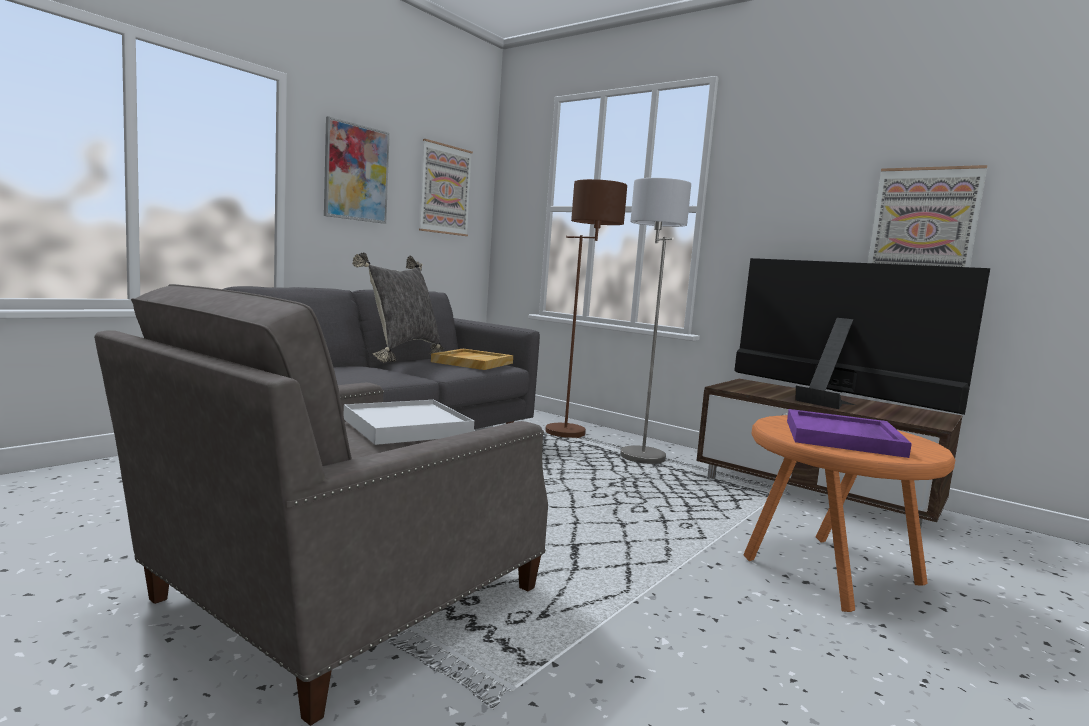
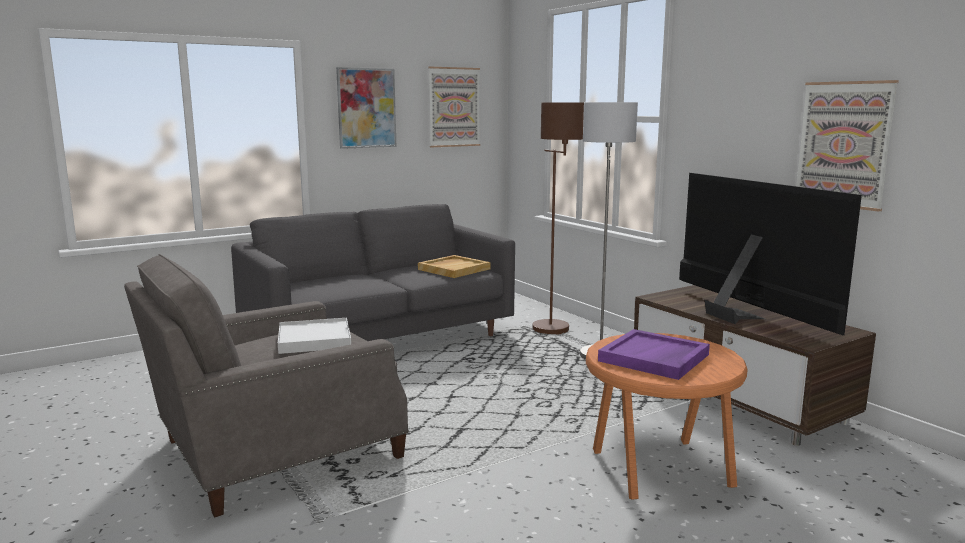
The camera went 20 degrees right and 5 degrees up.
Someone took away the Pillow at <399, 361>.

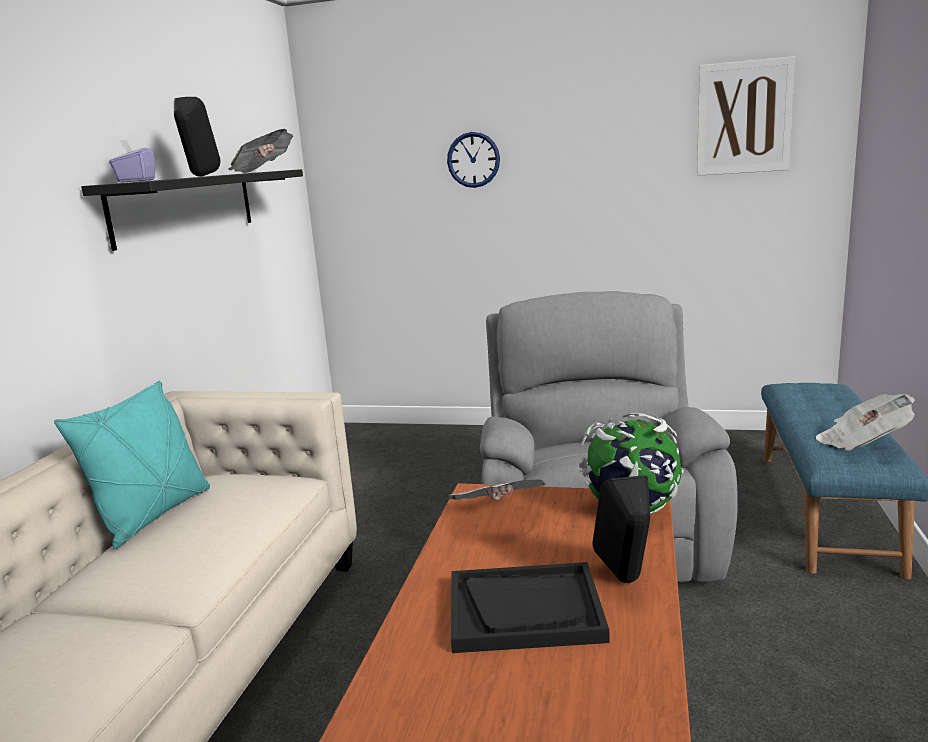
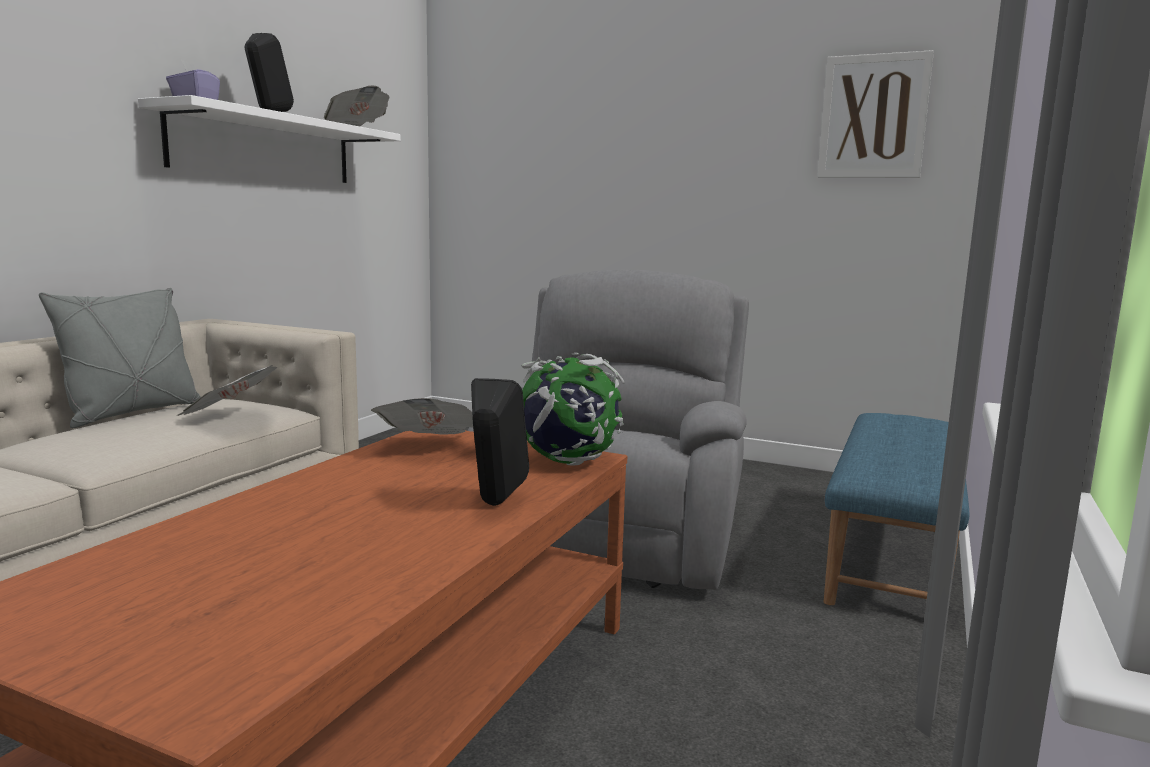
The camera went 10 degrees right and 5 degrees down.
Someone took away the WallClock at <473, 160>.
Someone took away the BlackTray at <525, 610>.
Someone carried the Newspaper from <862, 442> to <229, 416>.
Someone repainted the TurquoisePillow at <154, 515>, which became the GreyPillow at <132, 413>.
Someone repainted the BlackShelf at <186, 206>, which became the WhiteShelf at <265, 148>.

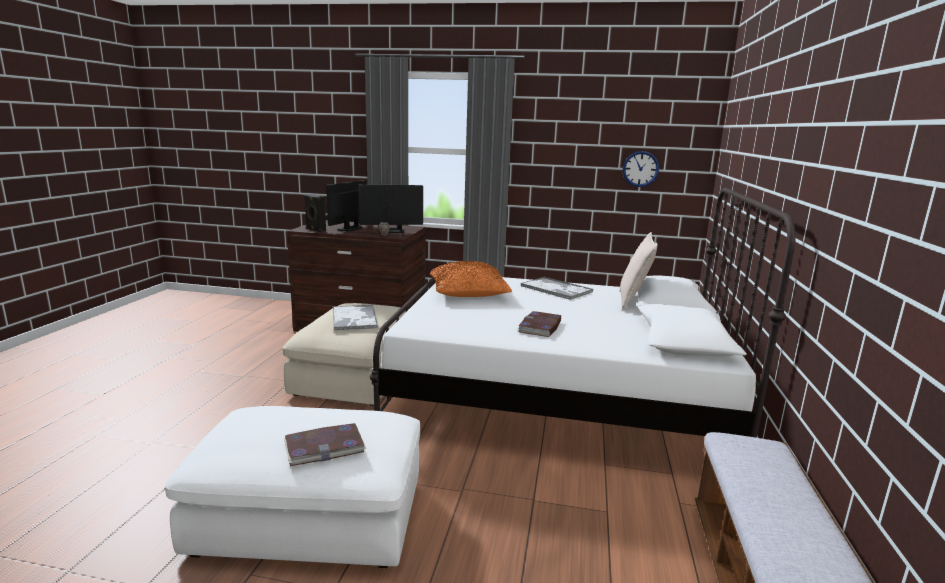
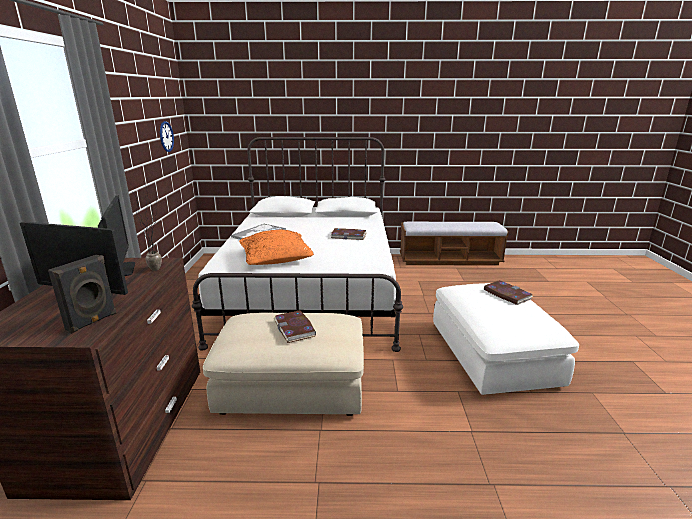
The camera went 100 degrees left and 5 degrees up.
Someone took away the BeigePillow at <633, 301>.
Someone swapped the Tray at <354, 318> for the Book at <295, 328>.

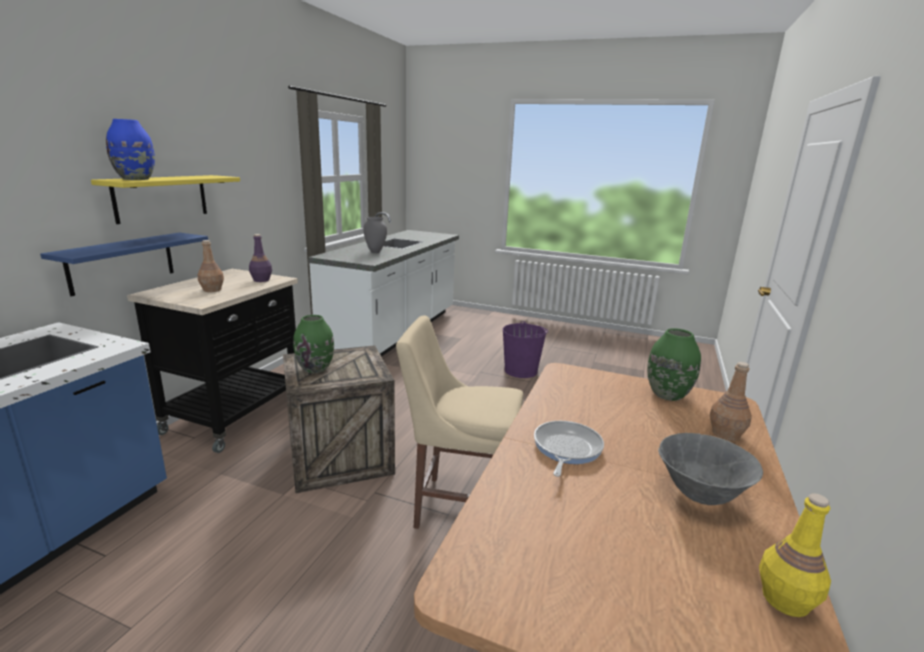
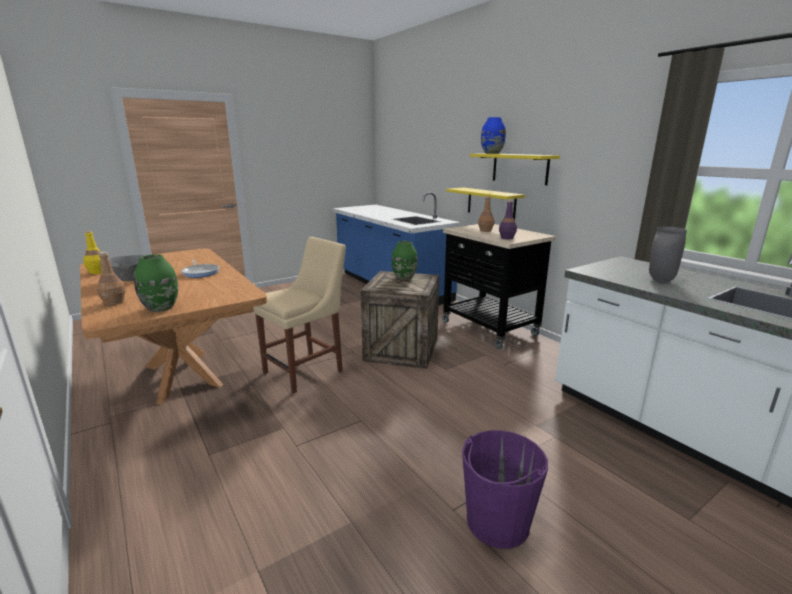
The camera went 125 degrees right and 0 degrees up.
Someone repainted the BlueShelf at <122, 262>, which became the YellowShelf at <491, 203>.

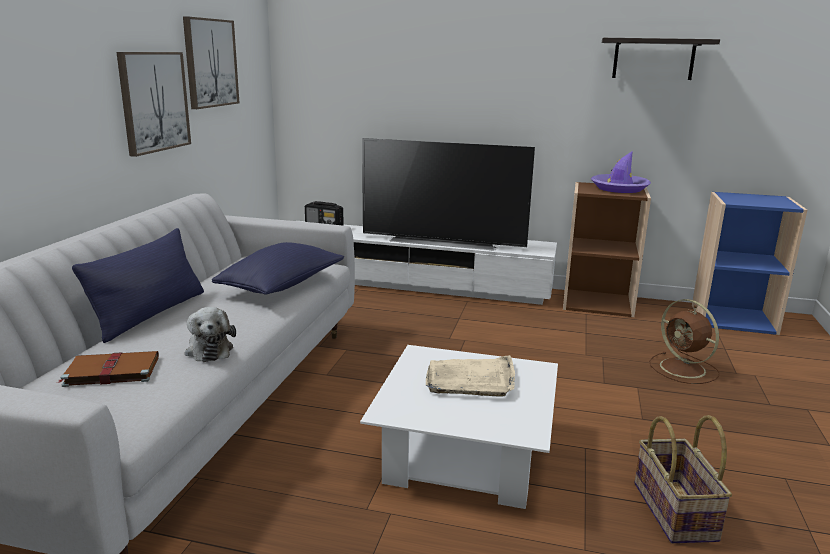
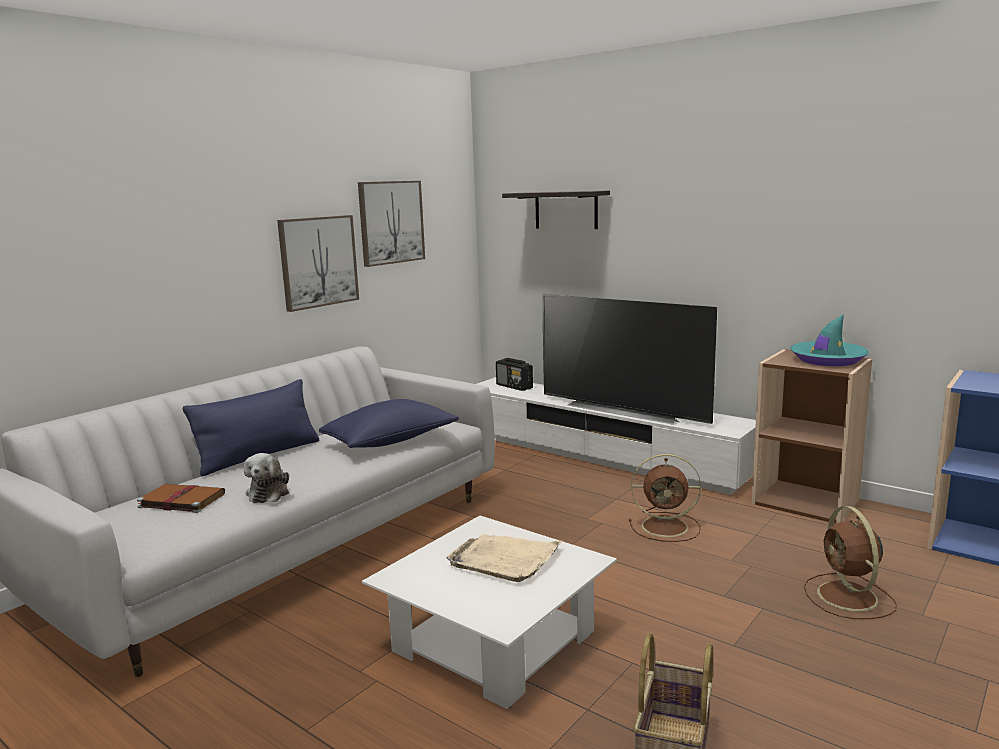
The camera went 25 degrees right and 5 degrees down.
Someone put down the BrownFan at <667, 527>.
Someone carried the Shelf from <653, 59> to <566, 210>.
Someone repainted the PurpleHat at <619, 188>, which became the TurquoiseHat at <827, 360>.

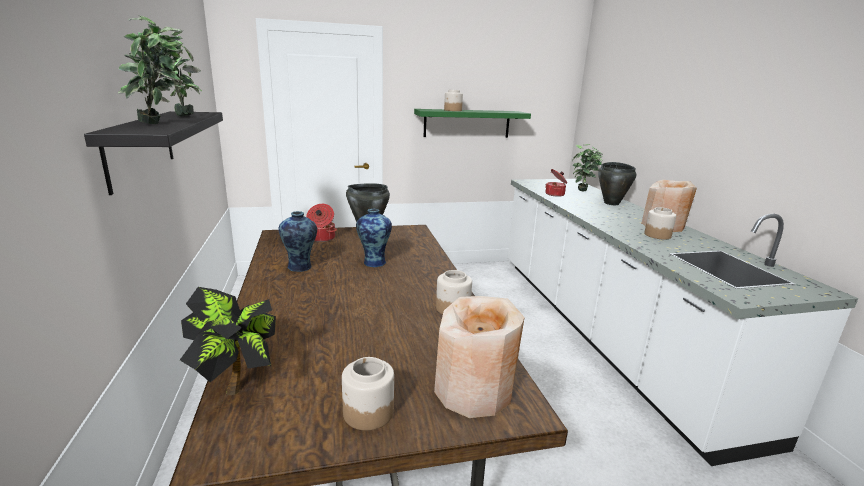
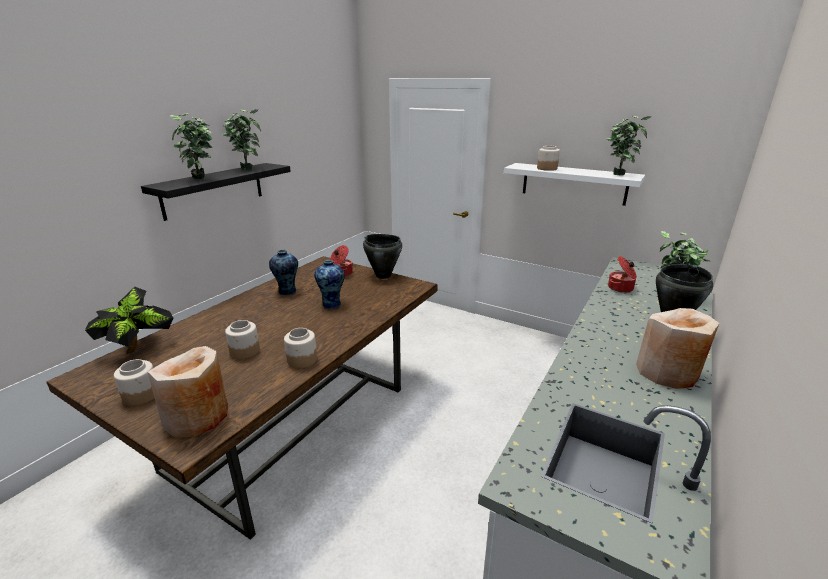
The camera went 45 degrees right and 5 degrees up.
Someone put down the PottedPlant at <619, 174>.
Someone carried the Jar from <657, 235> to <245, 351>.
Someone repainted the GreenShelf at <467, 123>, which became the WhiteShelf at <573, 183>.

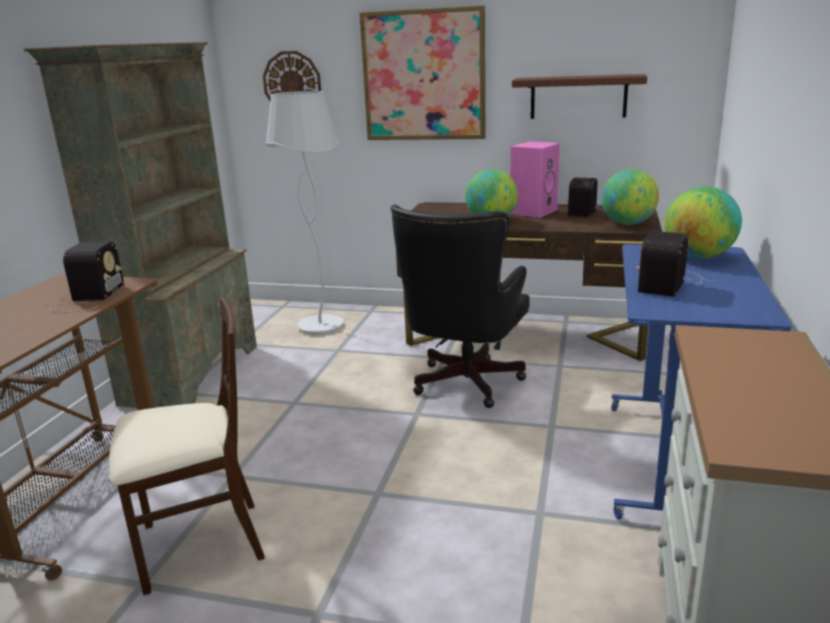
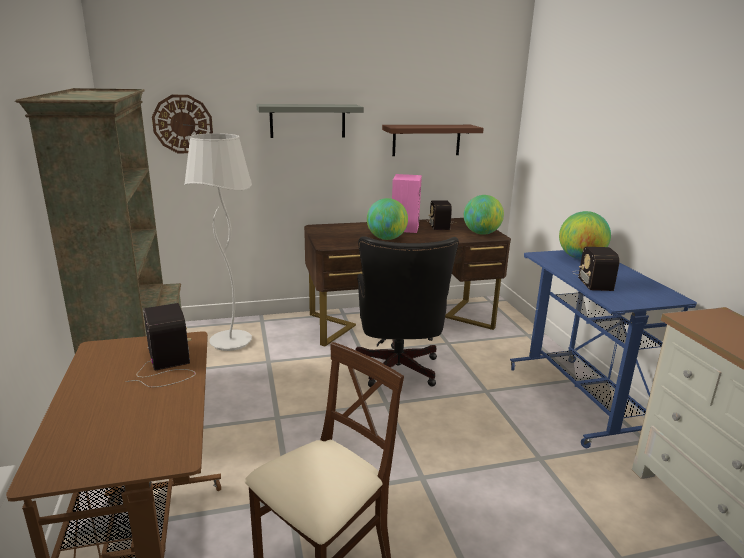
The camera went 30 degrees left and 0 degrees up.
Someone swapped the Picture at <423, 75> for the GreyShelf at <307, 121>.

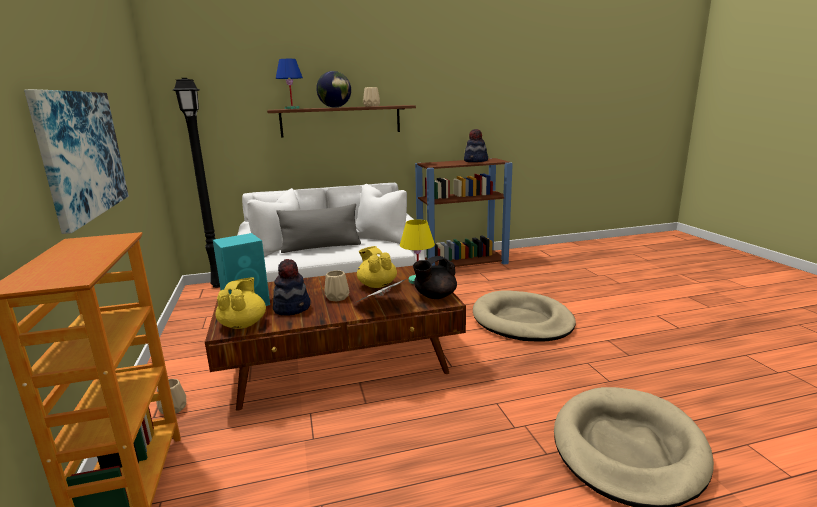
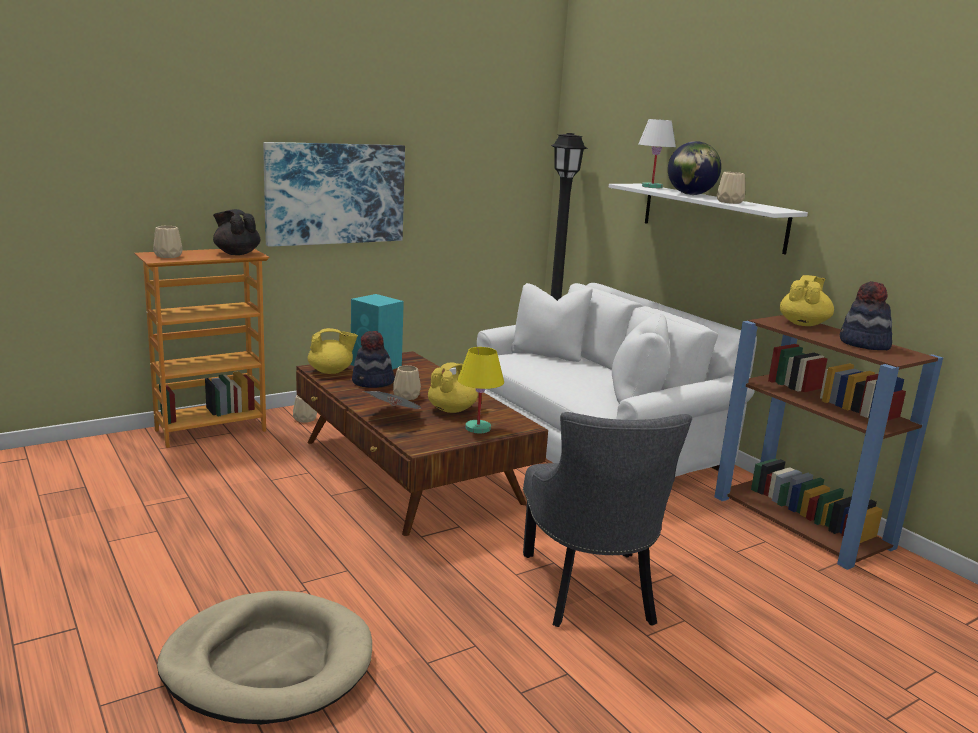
The camera went 70 degrees right and 0 degrees up.
Someone took away the GreyPillow at <321, 247>.
Someone put down the BeigeVase at <169, 256>.
Someone put down the YellowTeapot at <803, 324>.
Someone carried the BlackTeapot from <434, 296> to <236, 253>.
Someone swapped the BeigeDogBed at <522, 320> for the GreyArmchair at <588, 586>.
Someone repainted the BrownShelf at <341, 121>, which became the WhiteShelf at <712, 217>.
Someone repainted the BlueTableLamp at <292, 108>, which became the WhiteTableLamp at <651, 187>.

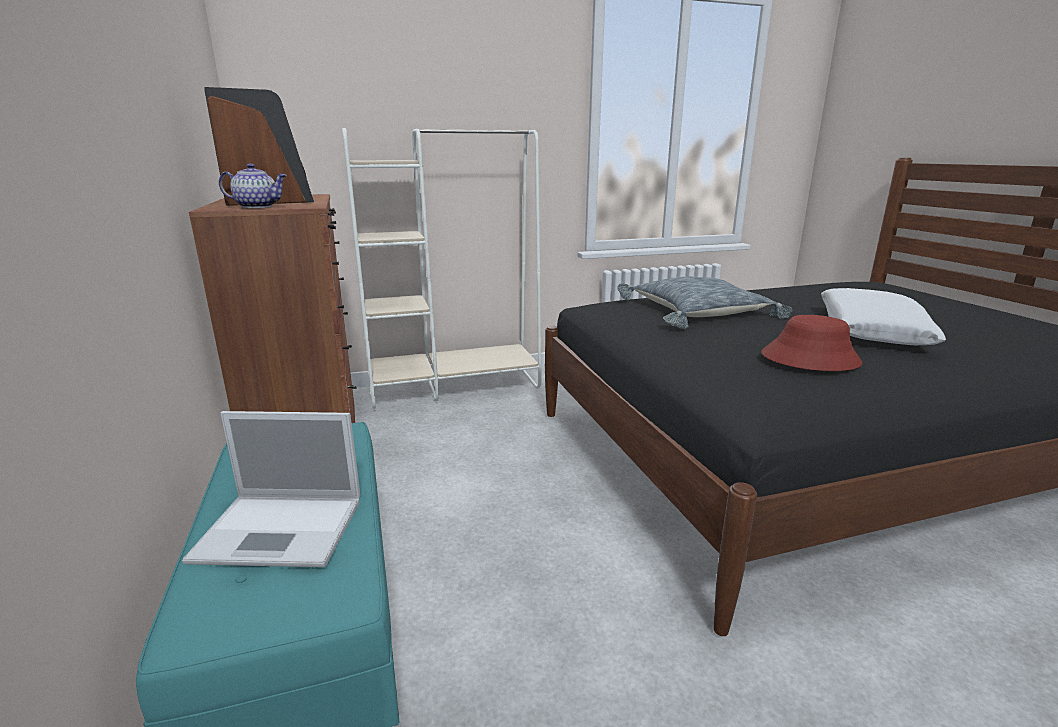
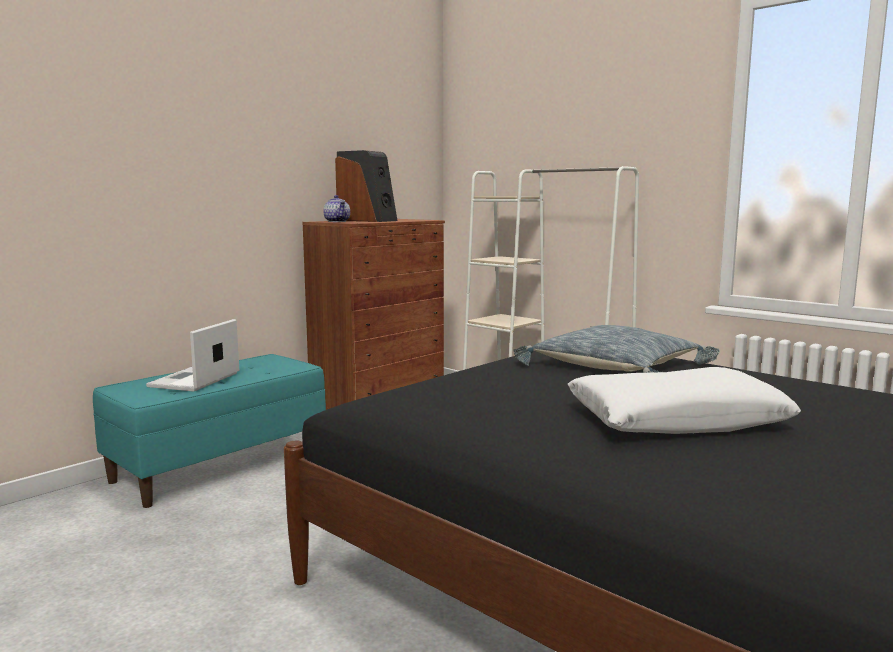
The camera went 60 degrees right and 10 degrees down.
Someone took away the RedHat at <810, 359>.
Someone rotated the Laptop at <283, 529> by 45 degrees clockwise.

